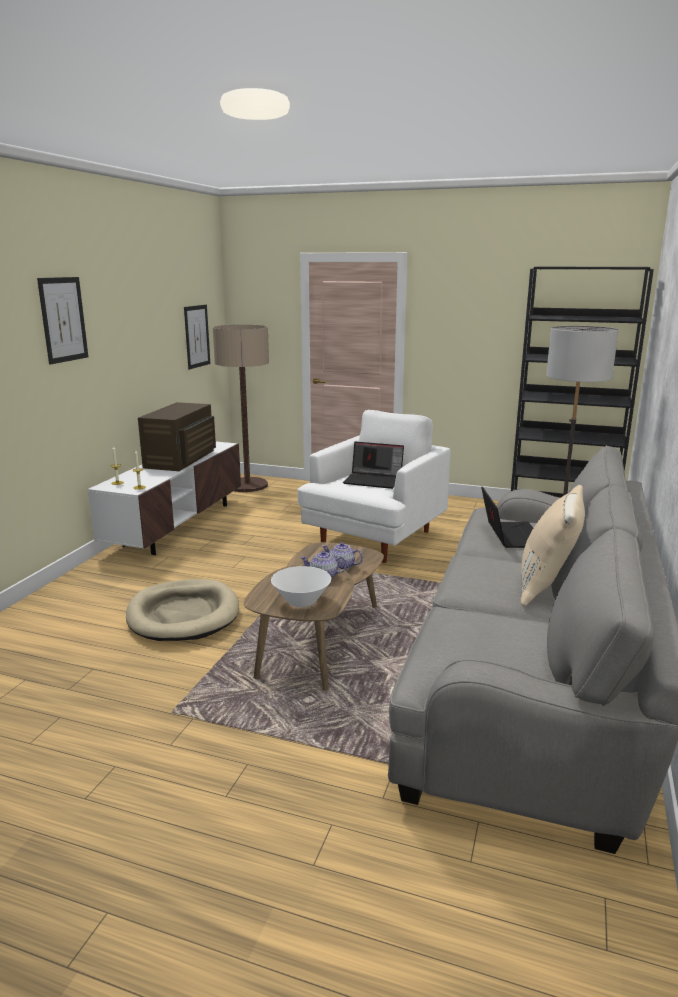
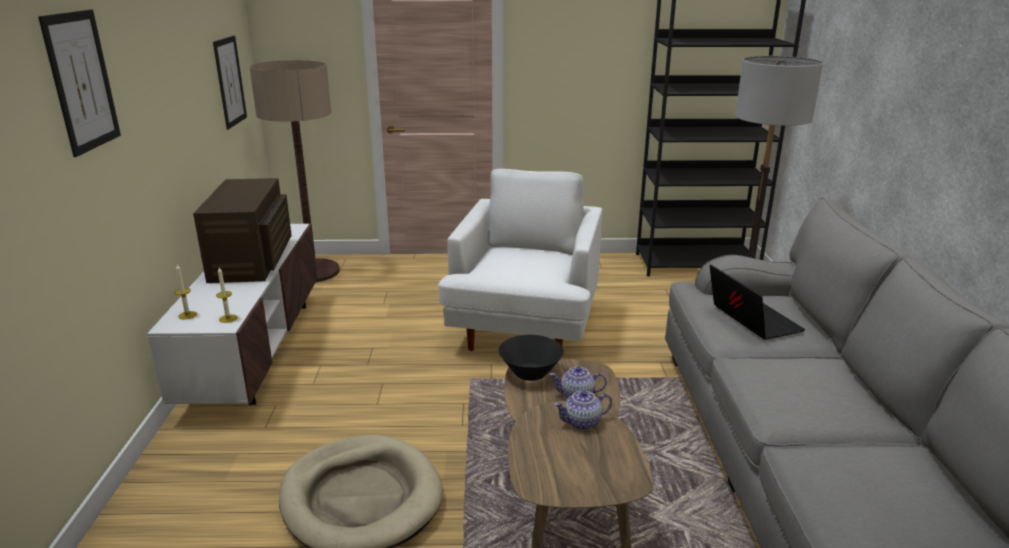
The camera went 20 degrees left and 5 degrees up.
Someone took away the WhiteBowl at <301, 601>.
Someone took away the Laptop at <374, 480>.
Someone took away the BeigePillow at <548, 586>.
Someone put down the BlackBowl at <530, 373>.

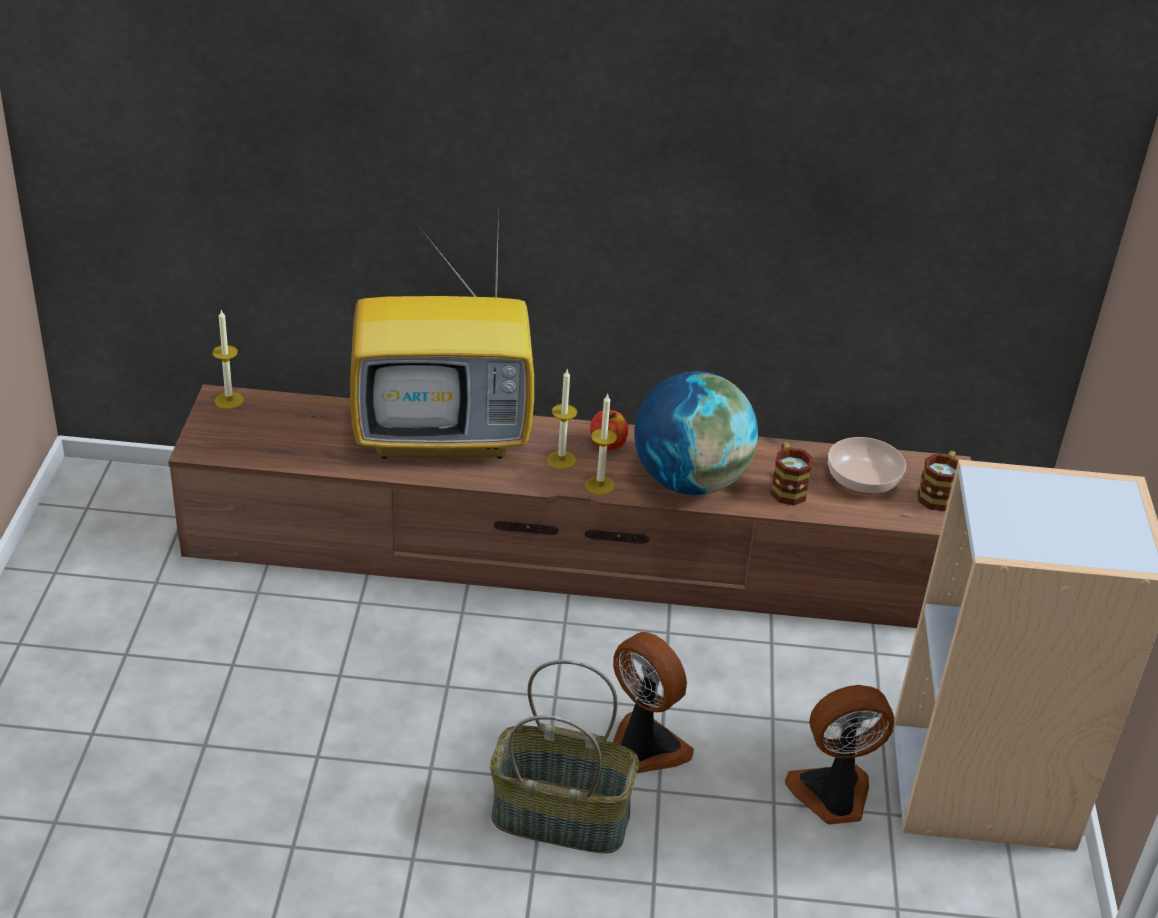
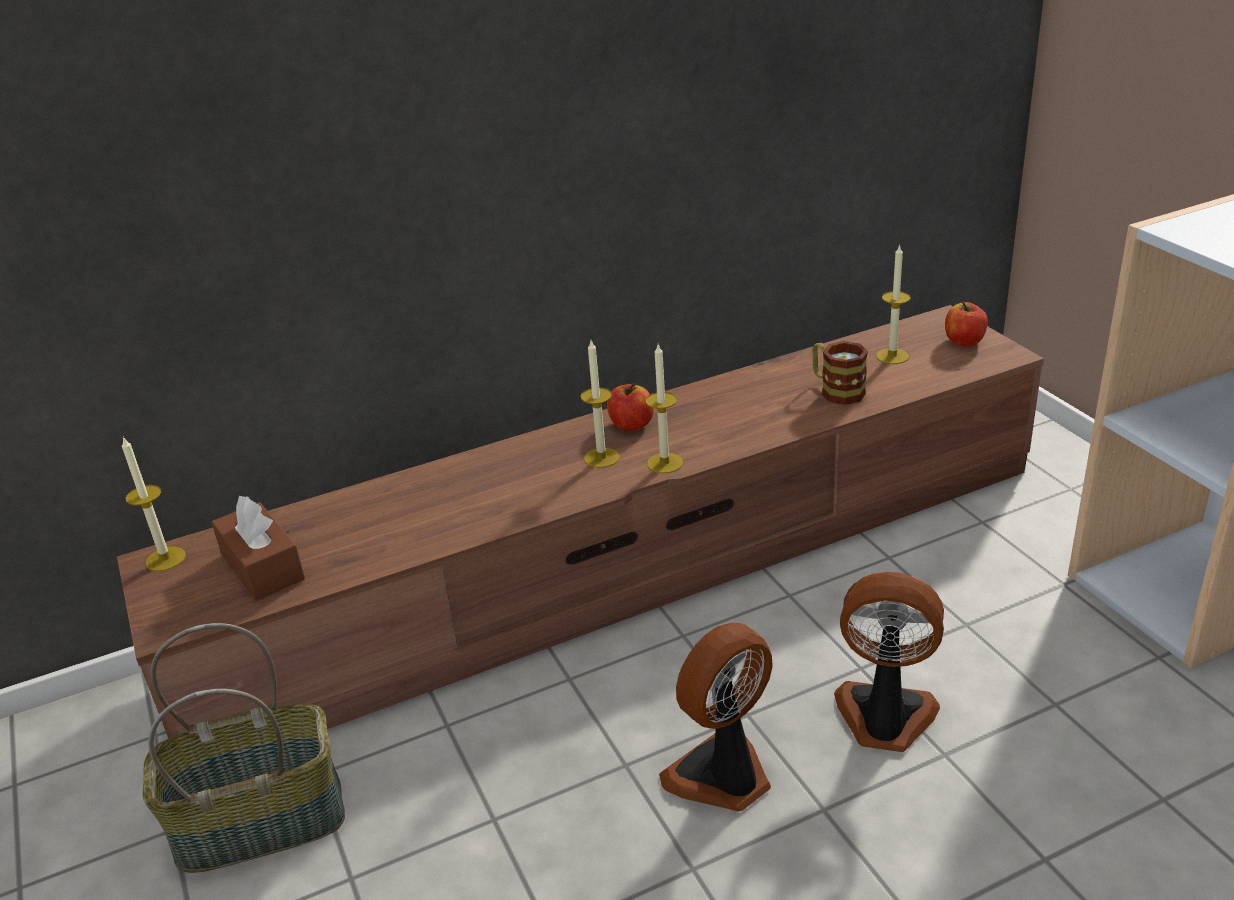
The camera went 25 degrees left and 5 degrees down.
Someone took away the Television at <445, 435>.
Someone took away the Globe at <690, 481>.
Someone put down the BrownTissueBox at <262, 567>.
Someone carried the Basket from <562, 815> to <262, 820>.
Someone carried the Fan from <832, 796> to <723, 776>.
Someone swapped the Bowl at <864, 479> for the Candle at <892, 356>.
Someone swapped the Mug at <938, 494> for the Apple at <964, 341>.

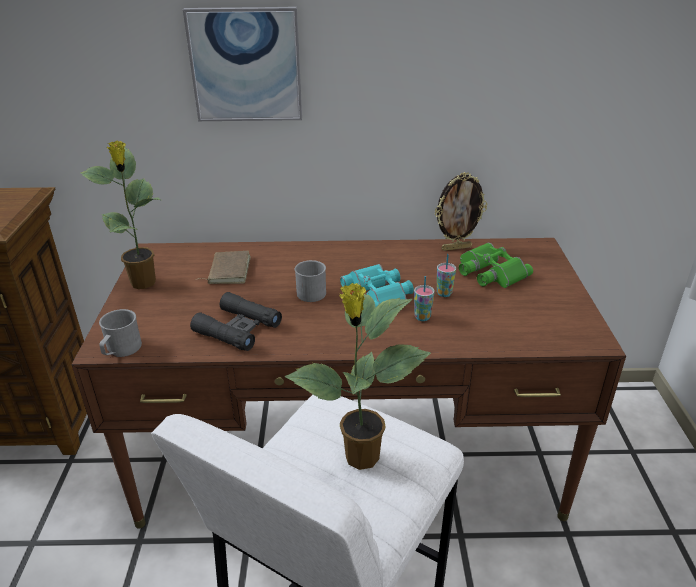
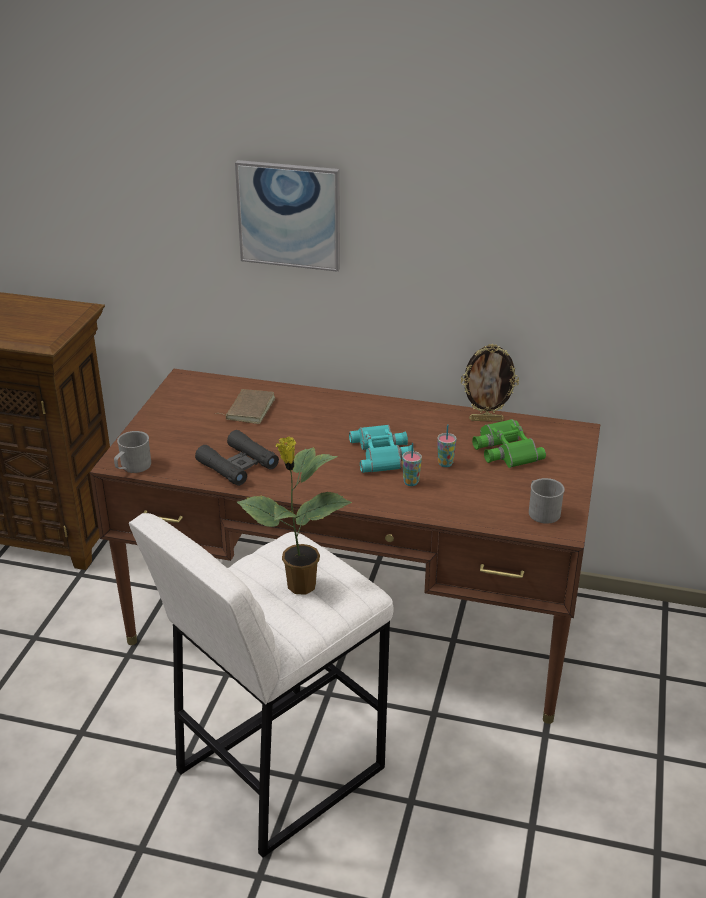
The camera went 15 degrees right and 0 degrees up.
Someone took away the PottedPlant at <144, 283>.
Someone carried the GreyMug from <308, 291> to <541, 511>.

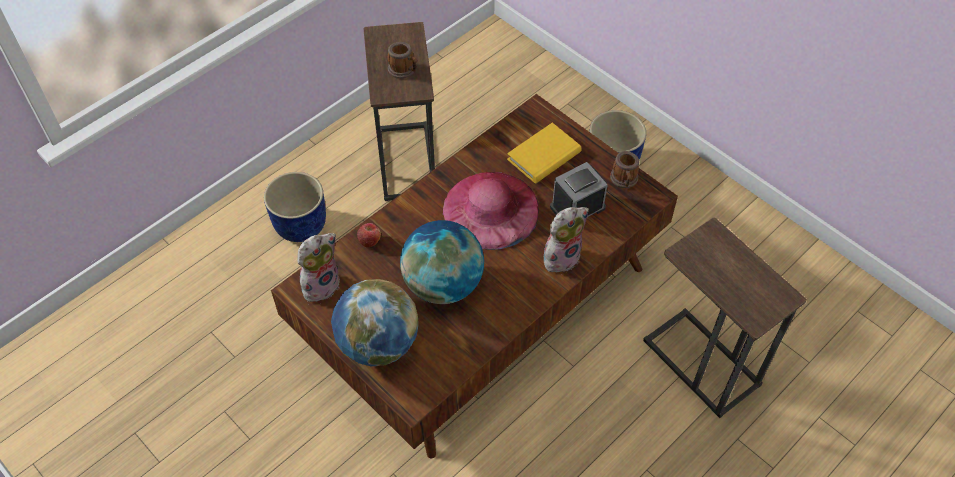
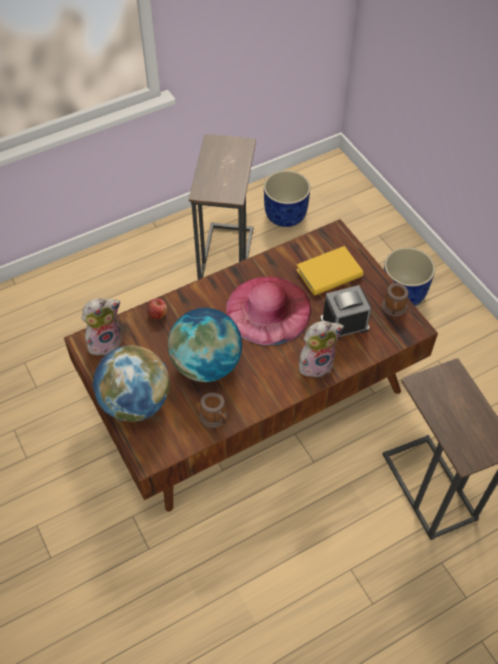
The camera went 15 degrees right and 0 degrees up.
Someone carried the BluePlanter from <301, 224> to <286, 215>.
Someone carried the Mug from <404, 70> to <215, 418>.

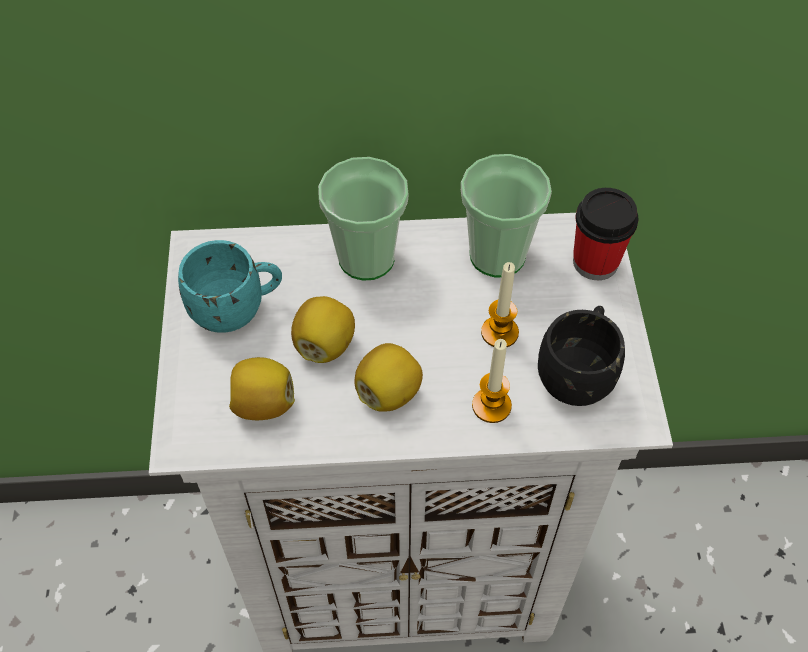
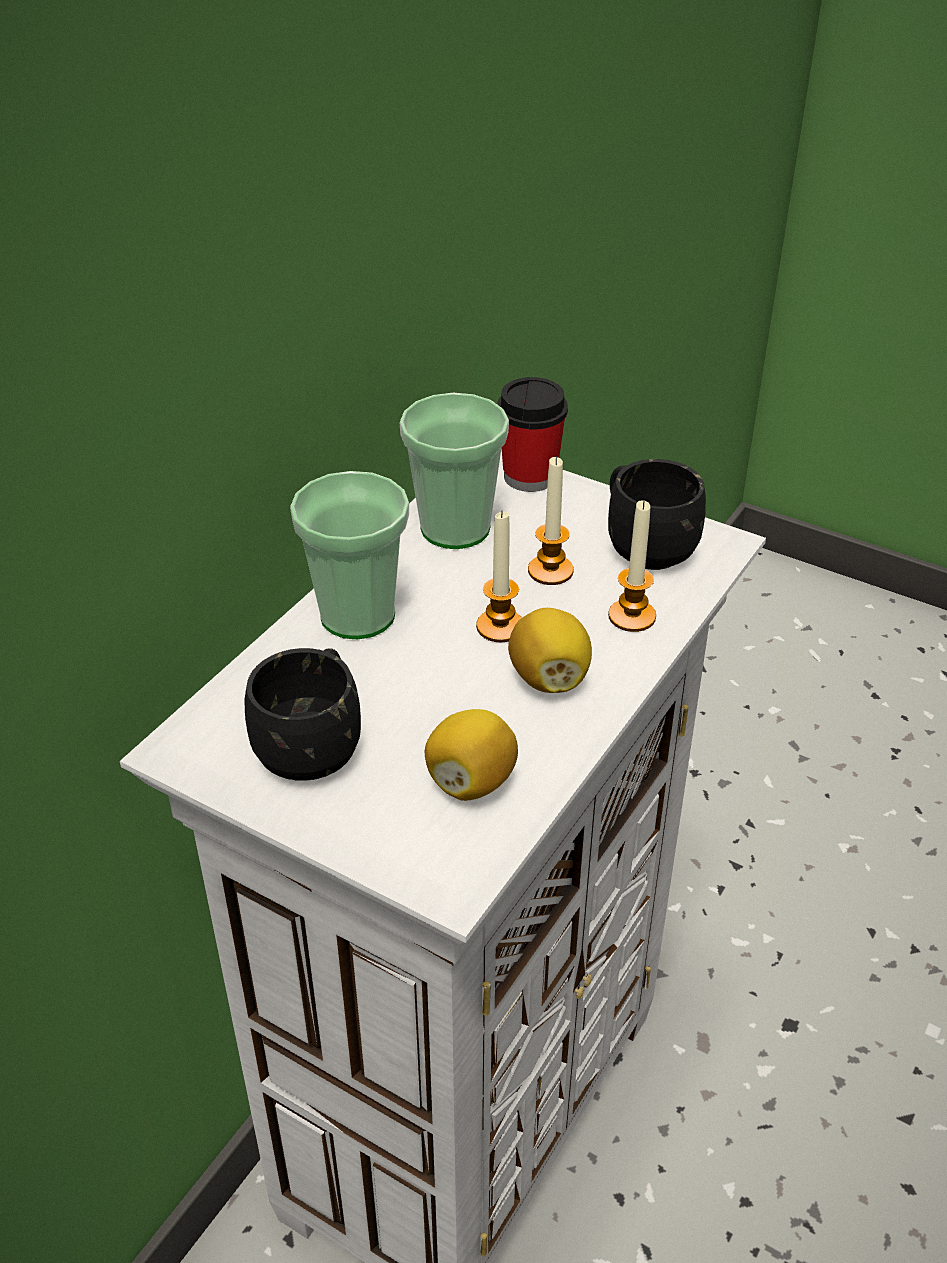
The camera went 55 degrees left and 15 degrees down.
Someone took away the Lemon at <325, 344>.
Someone put down the Candle at <500, 627>.
Someone repainted the TurquoiseMug at <237, 308>, which became the BlackMug at <314, 745>.

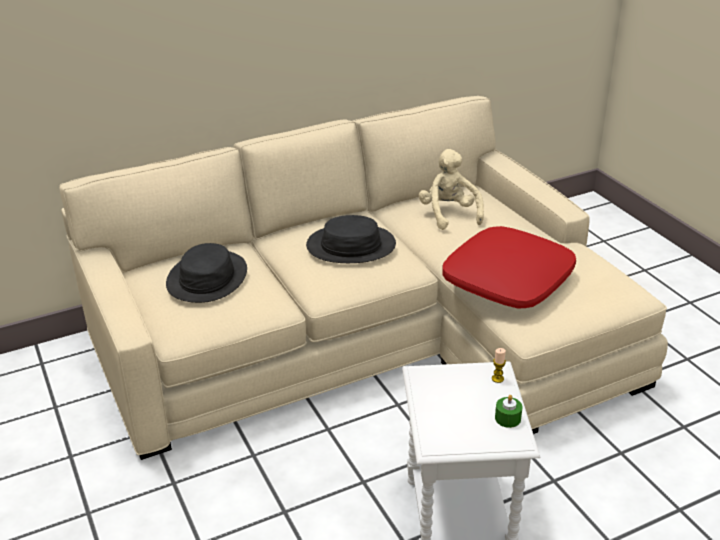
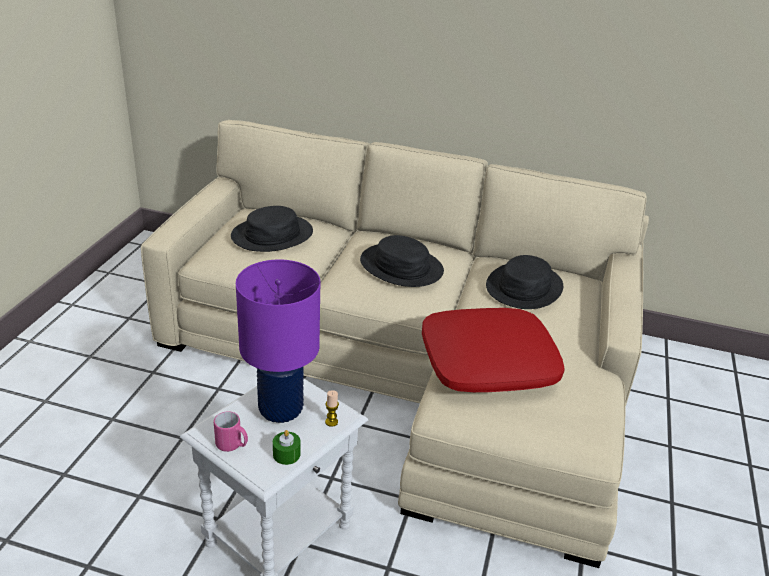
The camera went 40 degrees right and 0 degrees up.
Someone put down the PinkMug at <232, 445>.
Someone put down the PurpleTableLamp at <281, 412>.
Someone swapped the BeigePlushToy at <449, 214> for the BlackHat at <524, 287>.

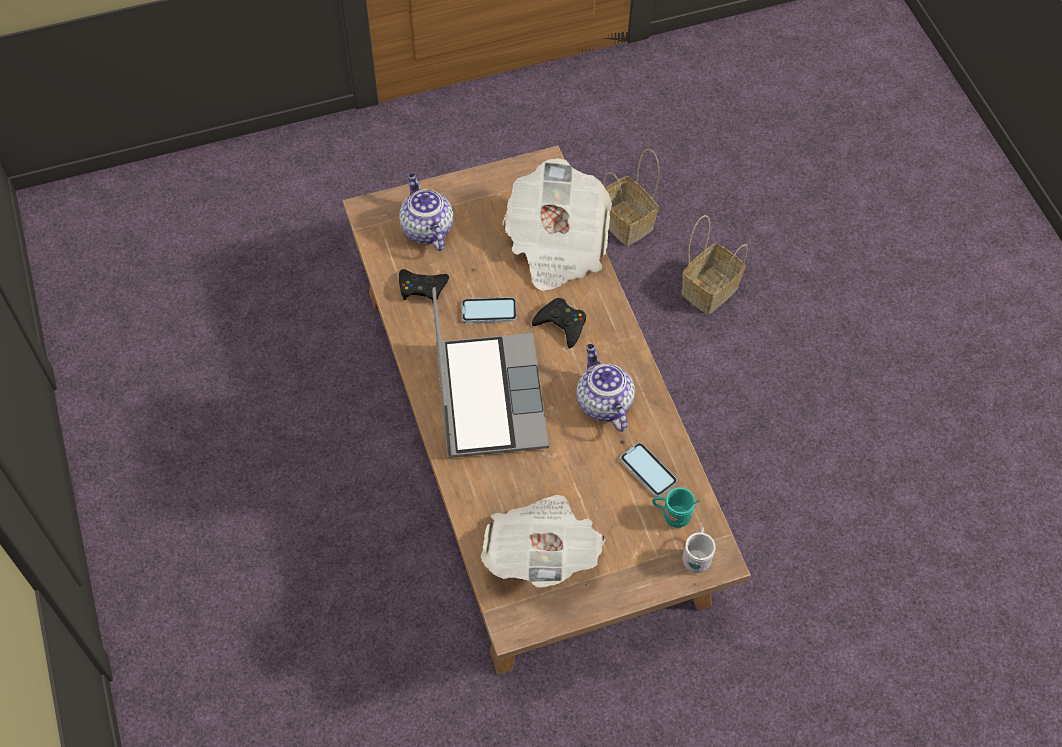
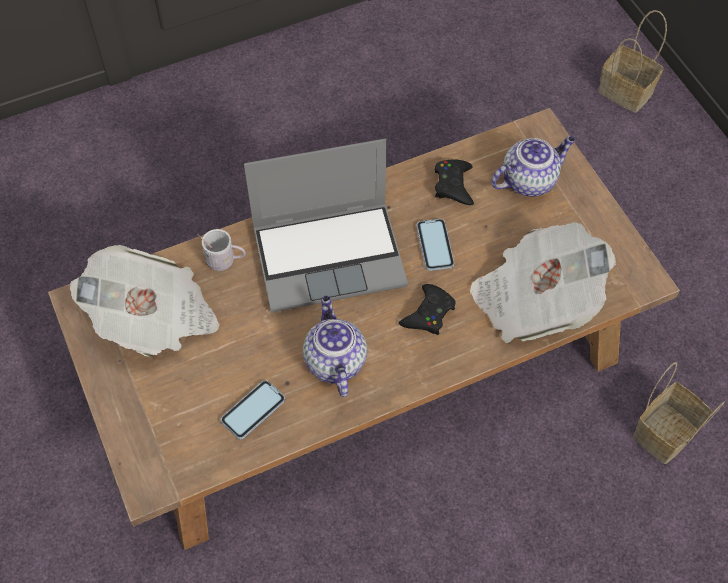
The camera went 85 degrees right and 0 degrees up.
Someone took away the TurquoiseMug at <672, 515>.
Someone carried the Basket from <710, 288> to <627, 92>.
Someone carried the WhiteMug from <696, 557> to <225, 262>.
Someone rotated the Teapot at <603, 402> by 75 degrees counterclockwise.

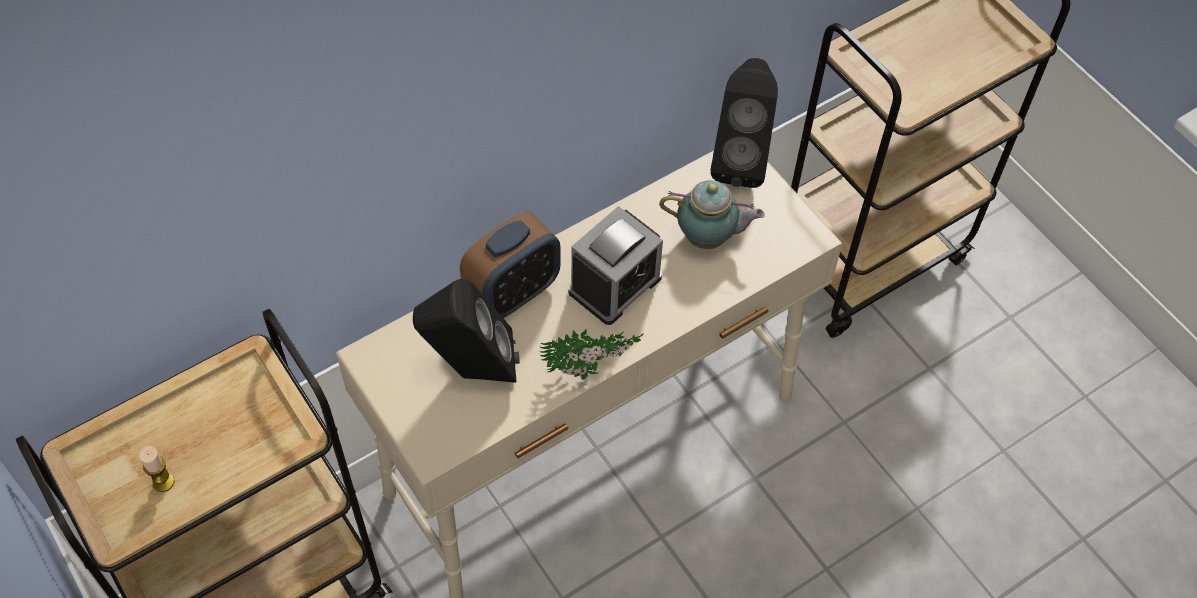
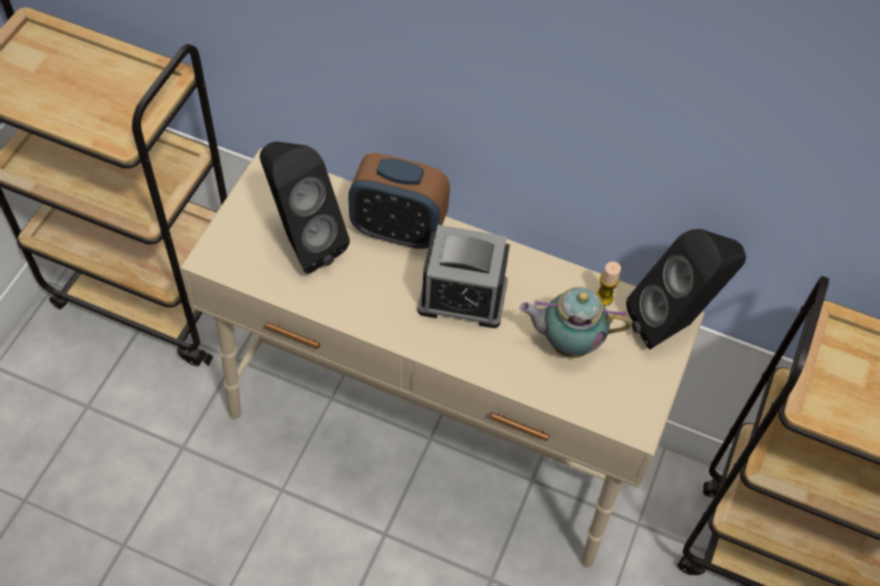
The camera went 55 degrees right and 0 degrees up.
Someone took away the PottedPlant at <591, 371>.
Someone carried the Candle from <163, 482> to <604, 298>.
Someone rotated the Teapot at <708, 238> by 120 degrees clockwise.

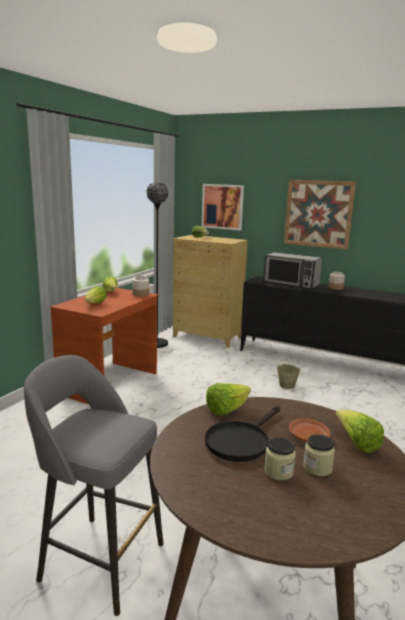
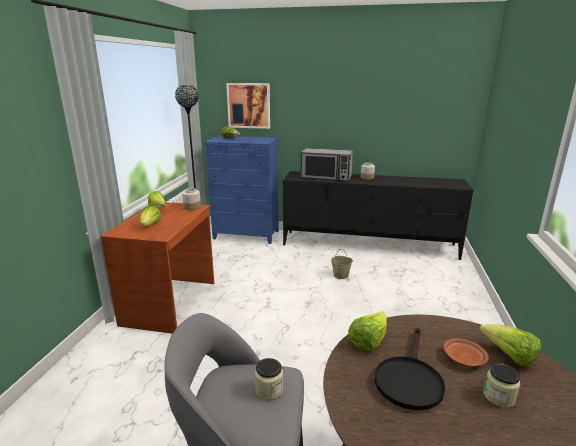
The camera went 15 degrees left and 5 degrees up.
Someone took away the Picture at <318, 213>.
Someone carried the Jar from <278, 471> to <269, 390>.
Someone repainted the BeigeDresser at <207, 337>, which became the BlueDresser at <246, 235>.

